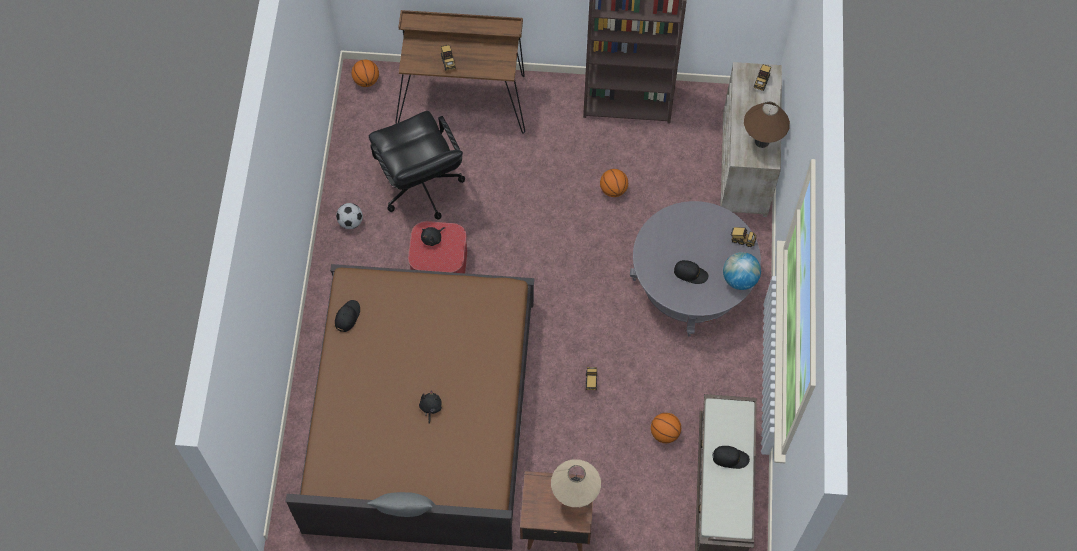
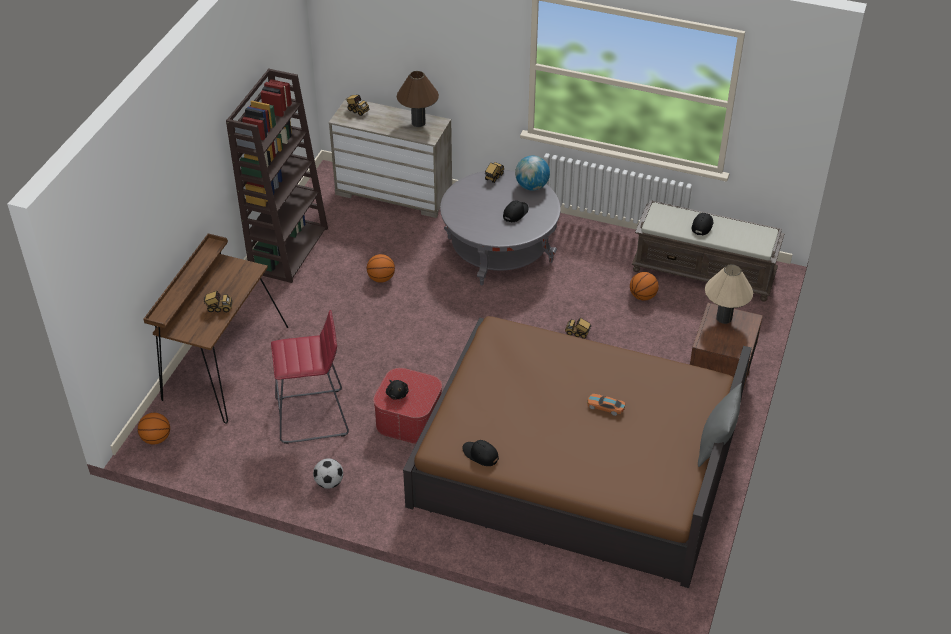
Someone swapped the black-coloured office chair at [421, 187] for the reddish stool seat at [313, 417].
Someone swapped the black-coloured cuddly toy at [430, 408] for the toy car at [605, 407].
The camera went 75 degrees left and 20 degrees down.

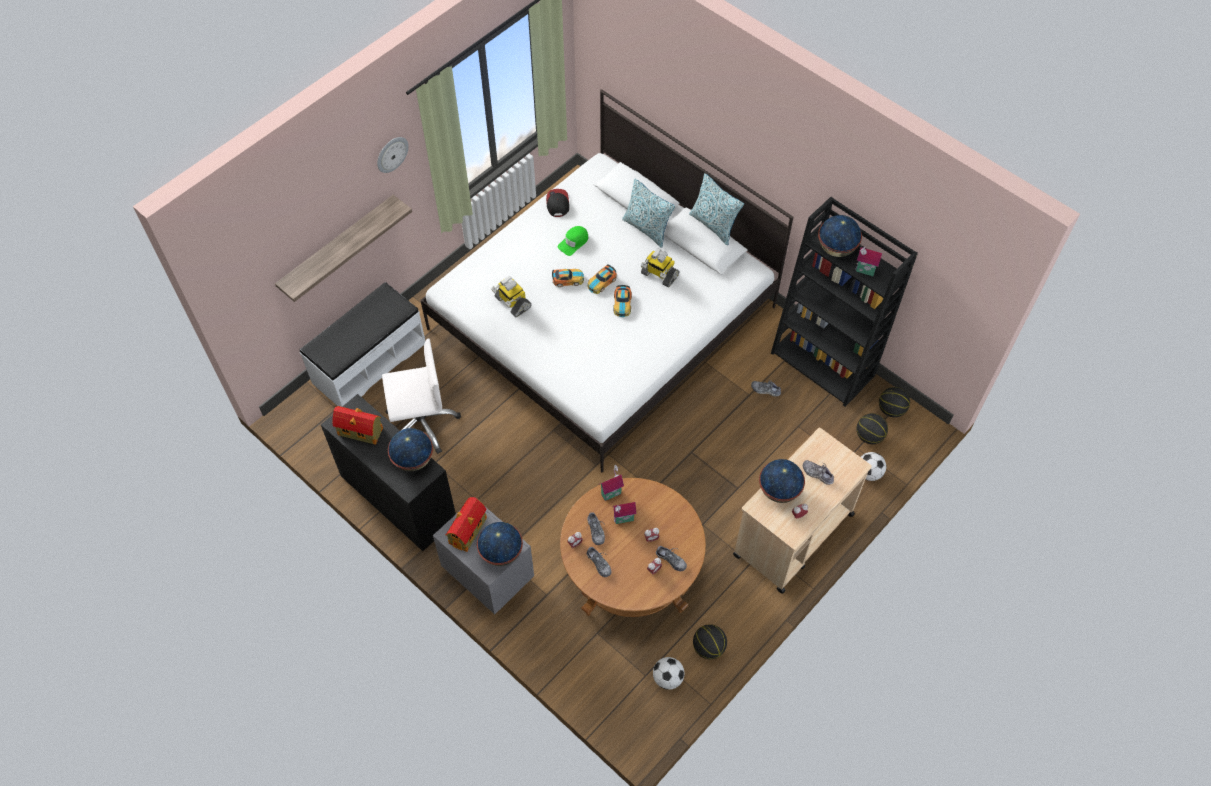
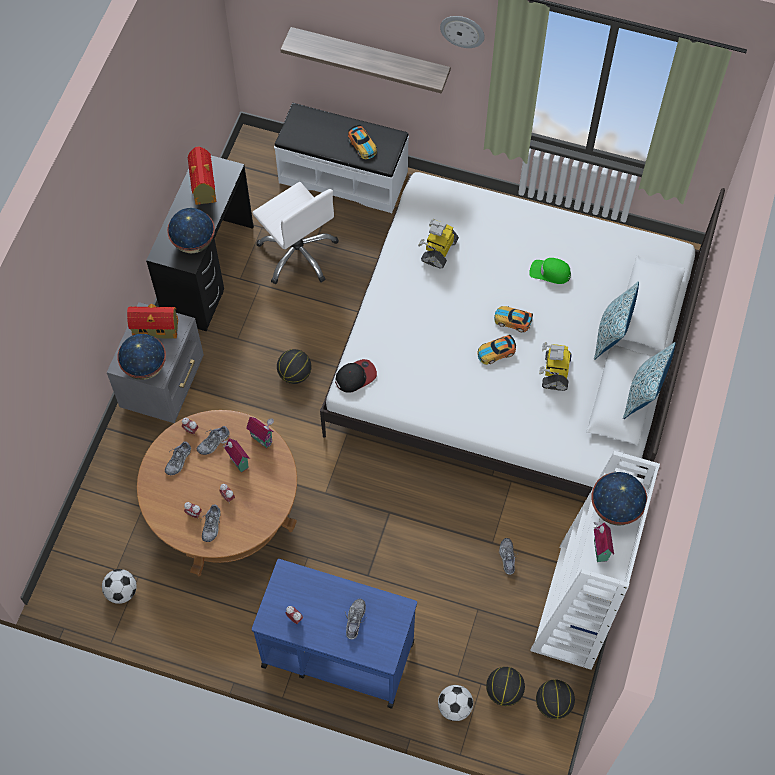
Someone carried the baseball cap from [557, 203] to [355, 376].
Someone carried the toy car from [568, 279] to [362, 145].
Someone carried the basketball ball from [708, 648] to [294, 374].
Someone repainted the beige trolley at [792, 535], which became the blue-coloured trolley at [337, 653].
Someone took away the desk globe at [779, 491].
Someone repainted the black-coloured shelving unit at [824, 364], which became the white shelving unit at [576, 607].
The camera went 65 degrees right and 5 degrees up.

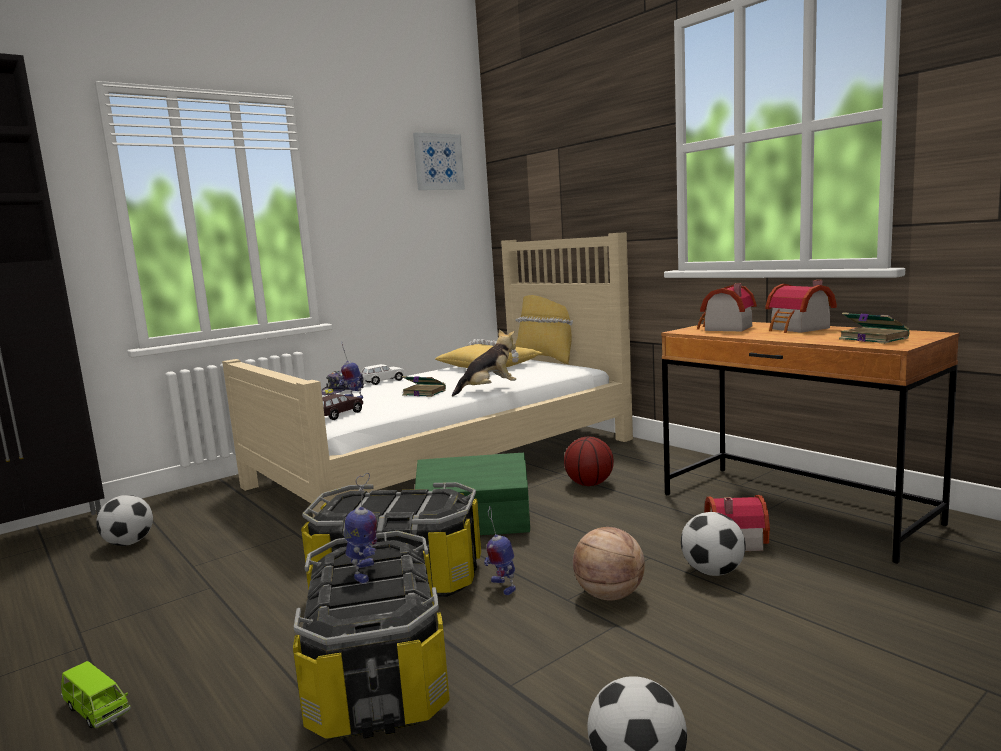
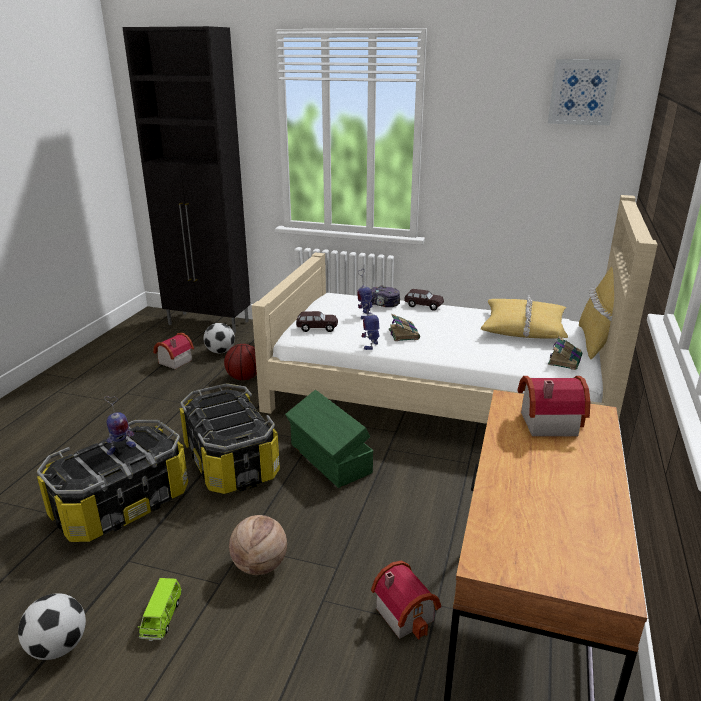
Someone carried the green toy car from [97, 710] to [162, 618].
Someone repainted the white toy car at [383, 381], which became the brownish toy car at [423, 305].
Someone took away the cuddly toy at [489, 390].
Someone carried the toy robot from [502, 586] to [371, 345].
Someone carried the basketball ball from [590, 484] to [244, 378].
Someone took away the football ball at [712, 572].
Someone carried the miniature house from [798, 329] to [173, 361].
Someone carried the bound book from [872, 338] to [565, 360].
The camera went 55 degrees right and 15 degrees up.

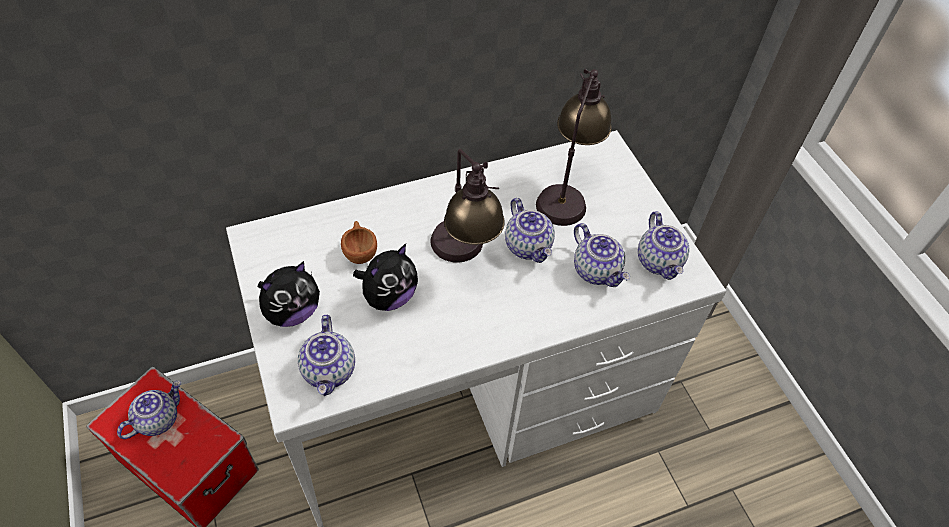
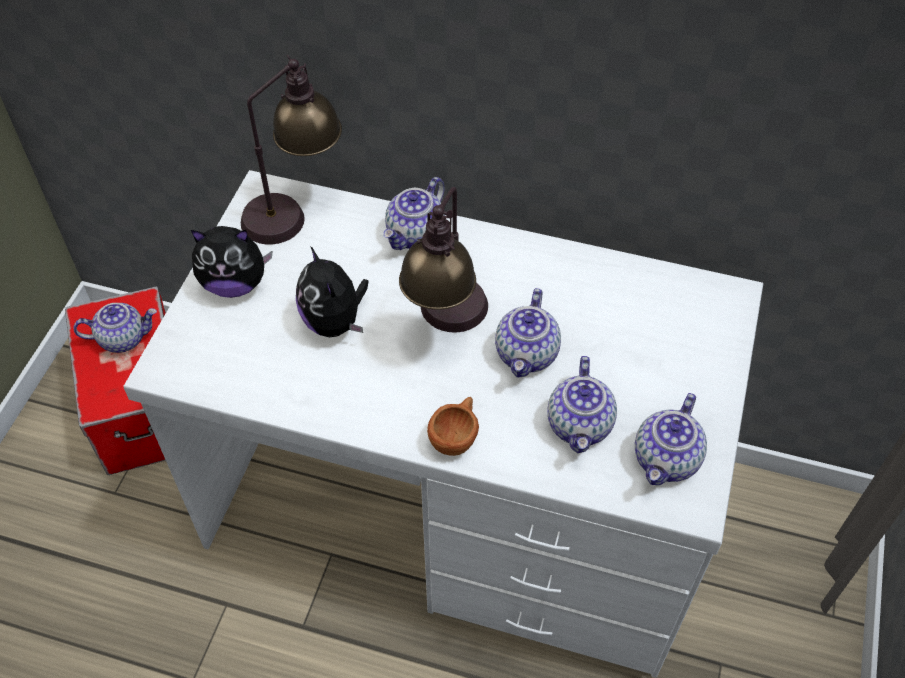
Someone carried the teapot from [330, 371] to [416, 235].
Someone carried the brownish cup from [360, 251] to [456, 436].
Someone rotated the cuddly toy at [389, 297] by 75 degrees clockwise.
Someone carried the table lamp from [566, 192] to [295, 211].
The camera went 40 degrees right and 0 degrees up.

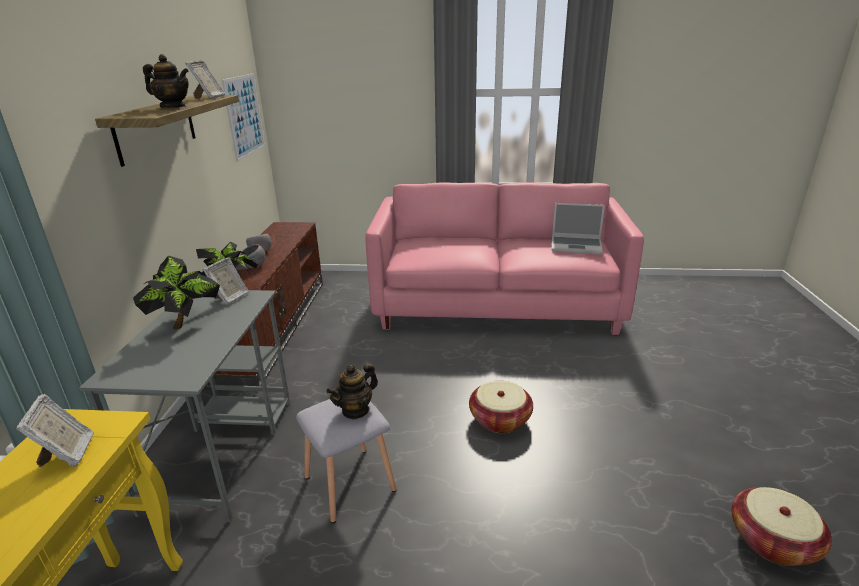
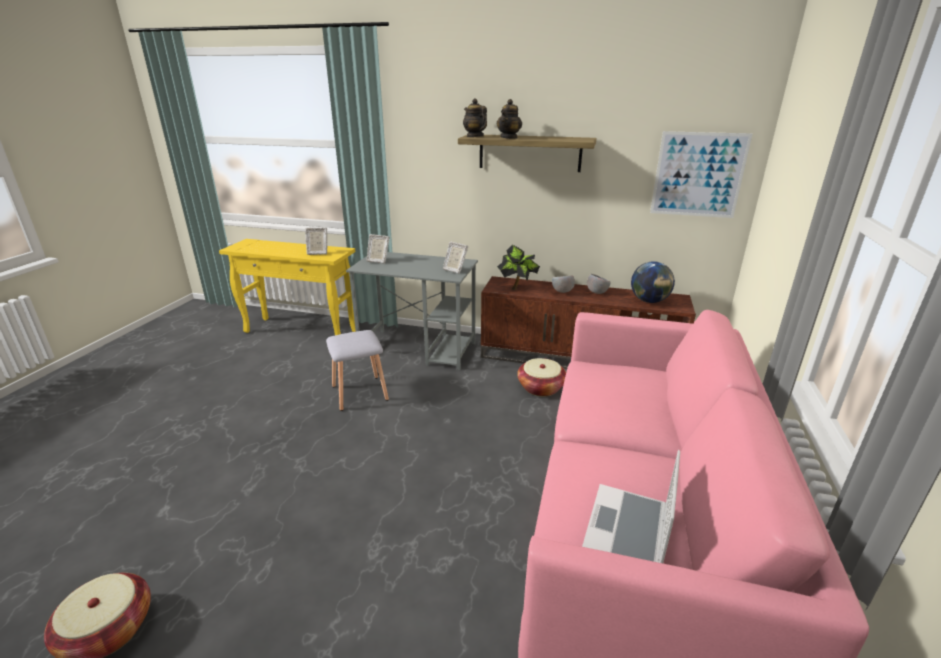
Someone took away the plant in a pot at [185, 323].
Someone carried the photo frame from [209, 97] to [378, 261].
Someone carried the teapot from [355, 410] to [474, 136].
Someone carried the household basket from [500, 419] to [541, 388].
Someone put down the desk globe at [649, 301].
The camera went 100 degrees right and 0 degrees up.

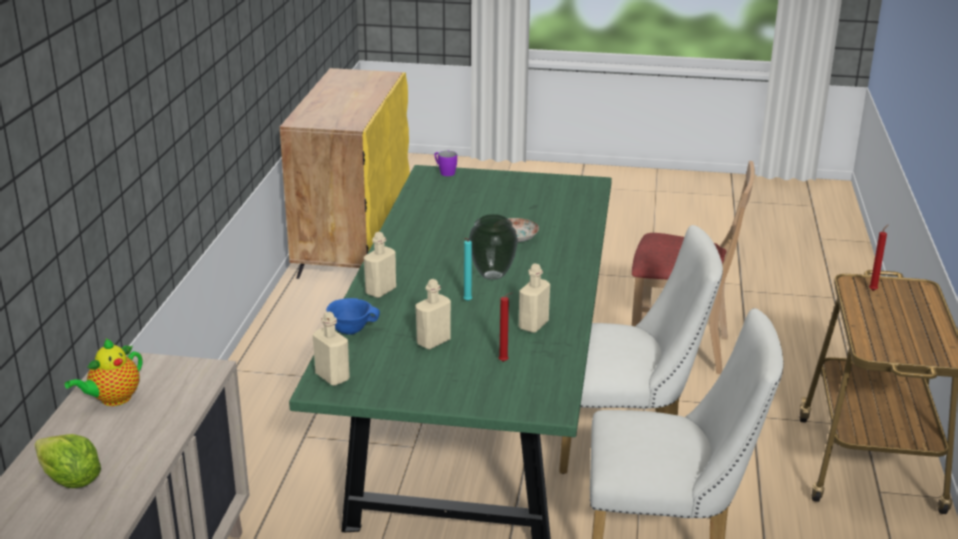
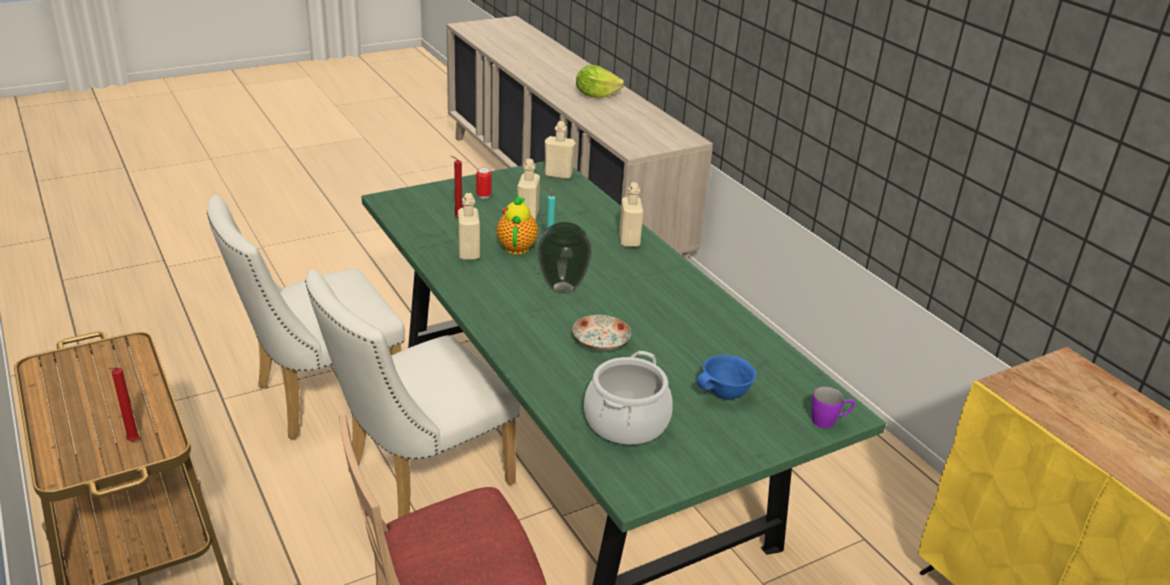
Someone carried the teapot from [113, 399] to [517, 246].
Someone carried the blue-coloured serving bowl from [351, 330] to [724, 394].
Someone put down the can at [483, 195].
Someone put down the cooking pot at [626, 422].
The camera went 140 degrees right and 5 degrees up.

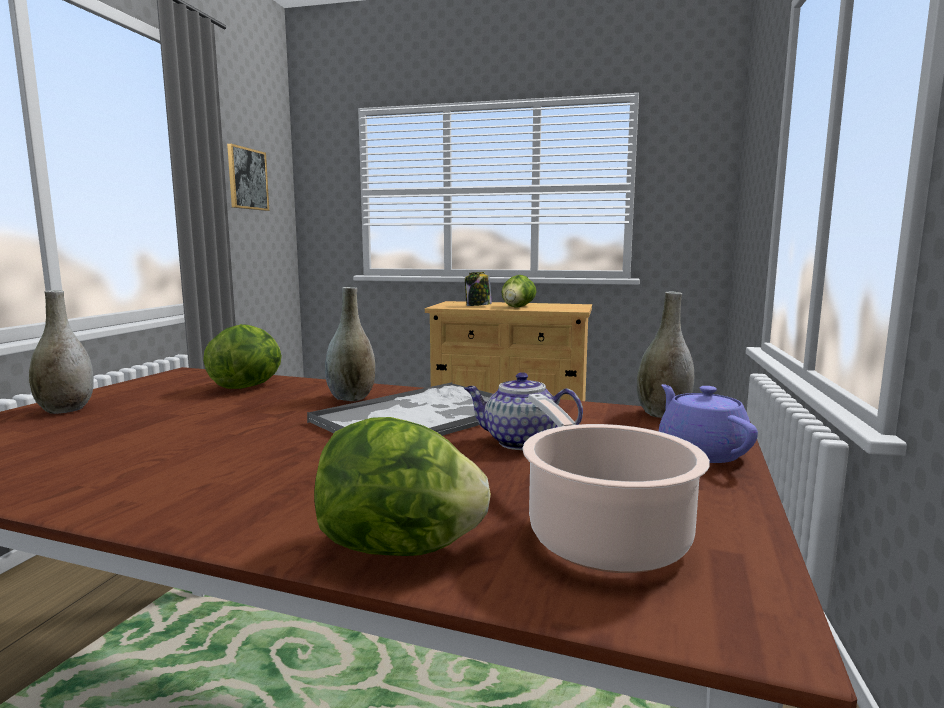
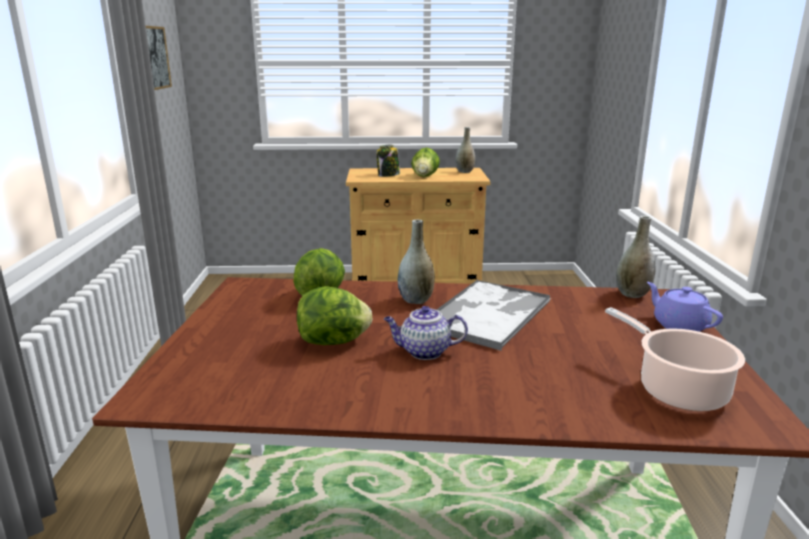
Someone carried the greyish flower vase from [66, 410] to [464, 172].
Someone carried the head of lettuce from [400, 549] to [334, 342].
Someone carried the teapot from [519, 442] to [424, 352].
The camera went 15 degrees left and 10 degrees up.

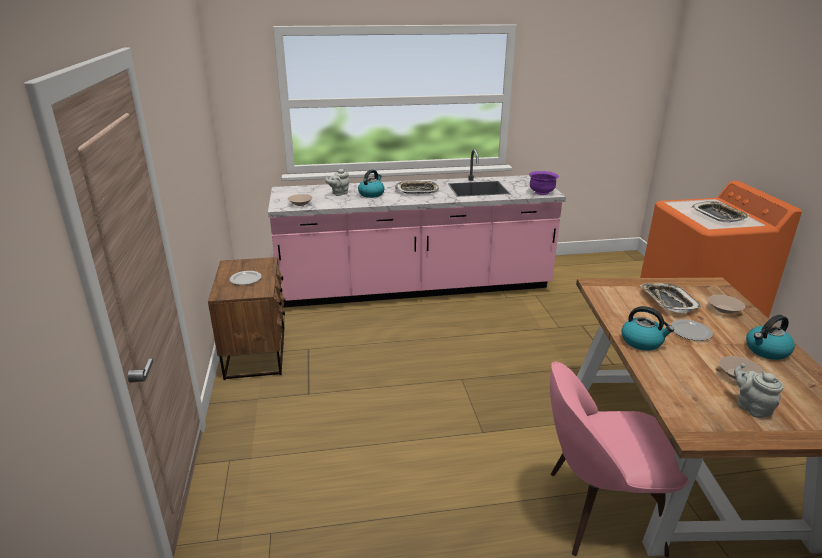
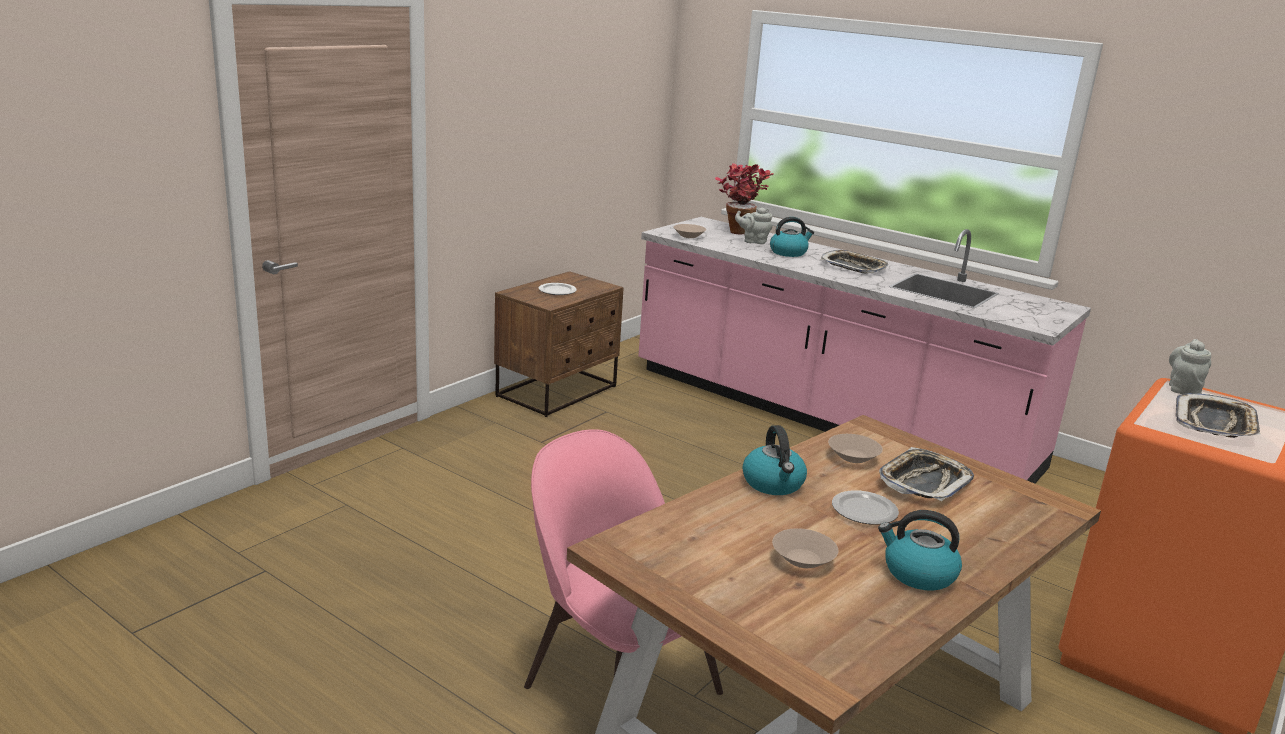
Someone took away the purple serving bowl at [541, 193].
Someone carried the beige serving bowl from [724, 310] to [853, 458].
Someone carried the greyish teapot from [751, 407] to [1183, 389].
Someone put down the plant in a pot at [738, 230].
The camera went 45 degrees right and 5 degrees down.

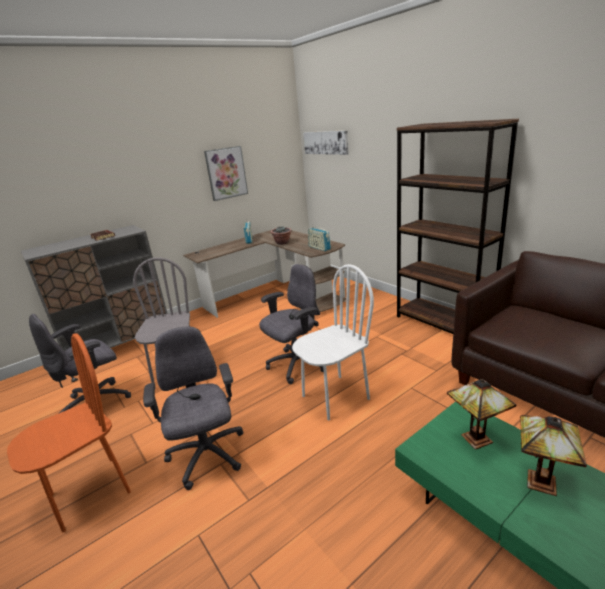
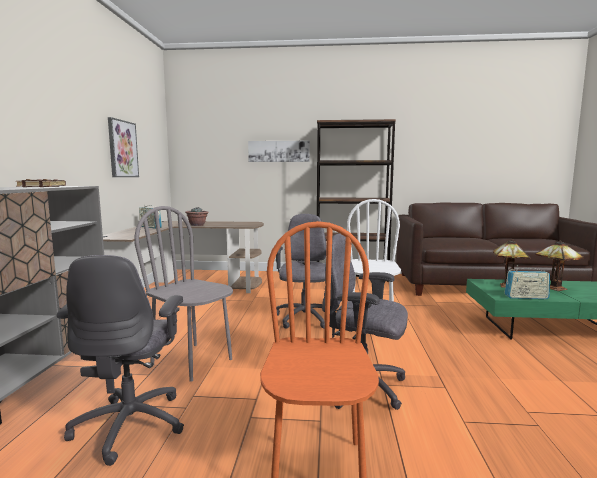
Someone carried the wall art from [326, 142] to [279, 151].
Someone carried the radio from [319, 248] to [526, 297].
The camera went 50 degrees left and 15 degrees down.

